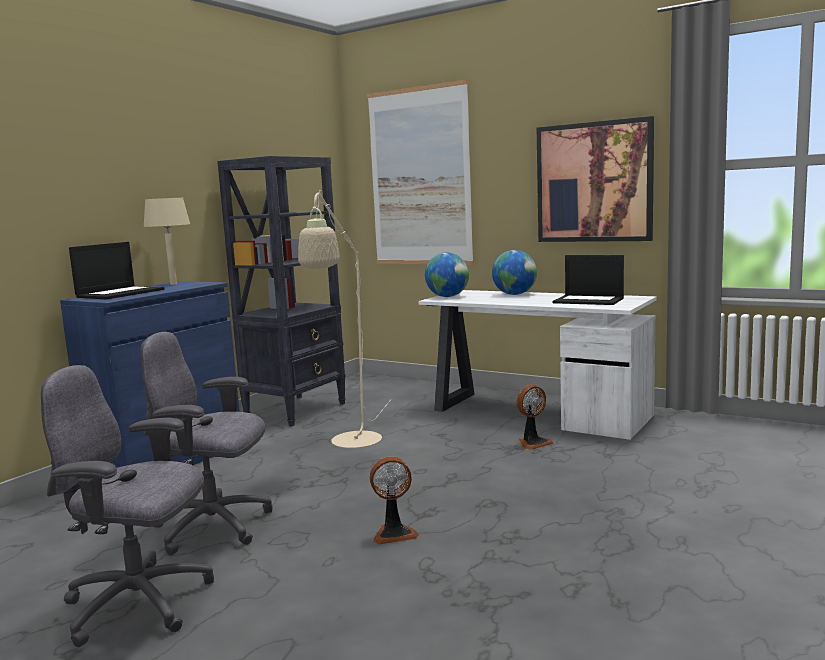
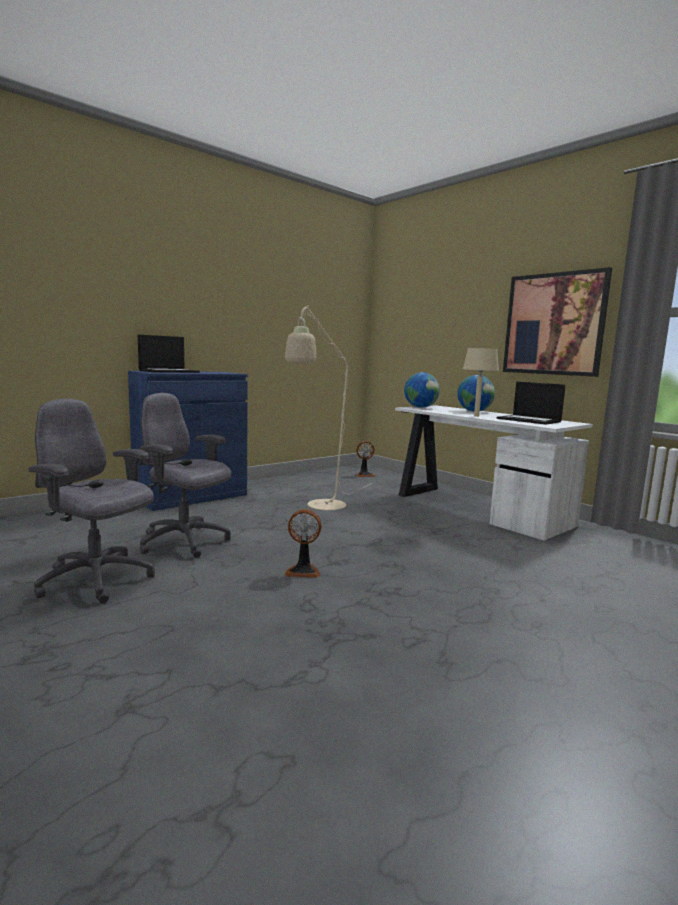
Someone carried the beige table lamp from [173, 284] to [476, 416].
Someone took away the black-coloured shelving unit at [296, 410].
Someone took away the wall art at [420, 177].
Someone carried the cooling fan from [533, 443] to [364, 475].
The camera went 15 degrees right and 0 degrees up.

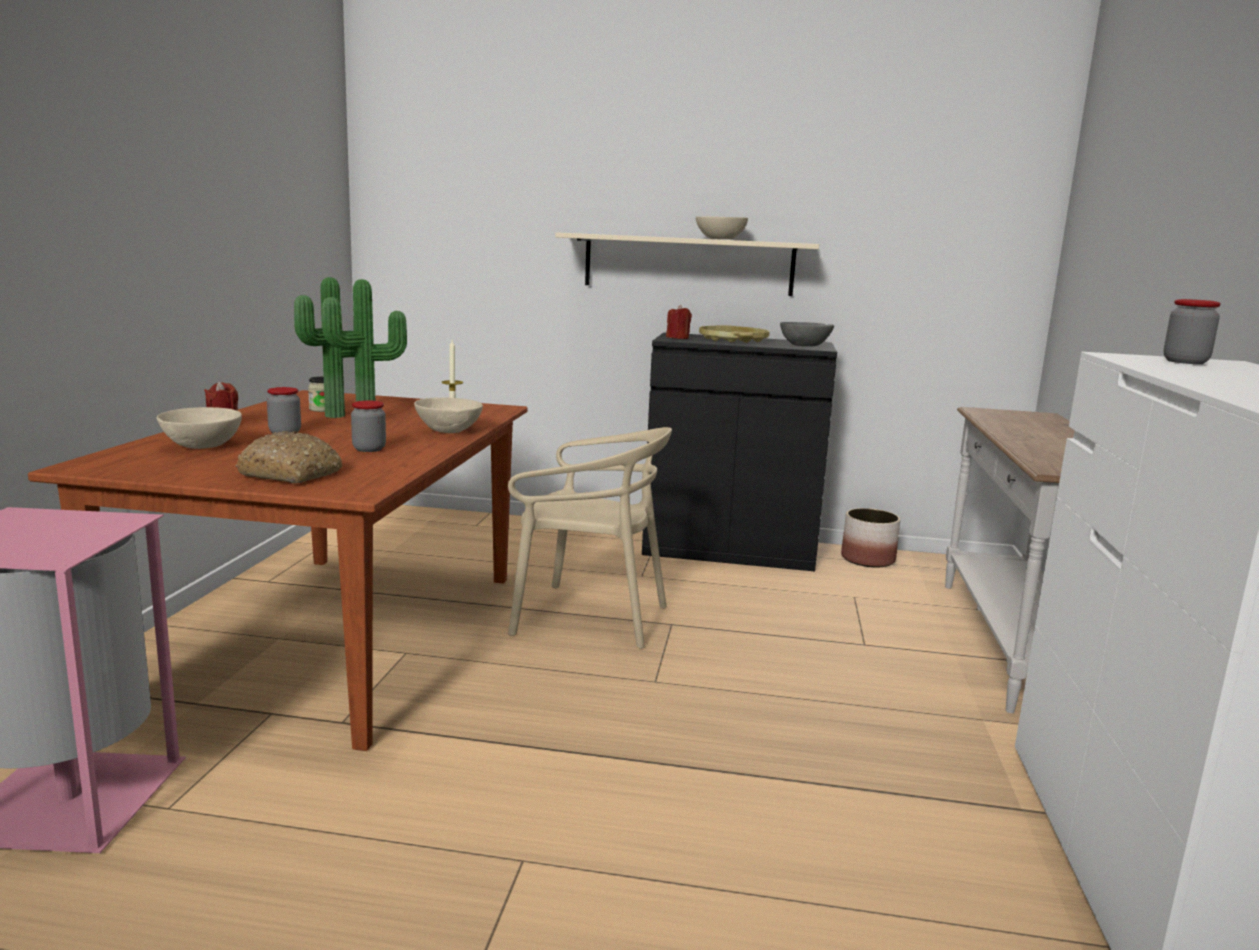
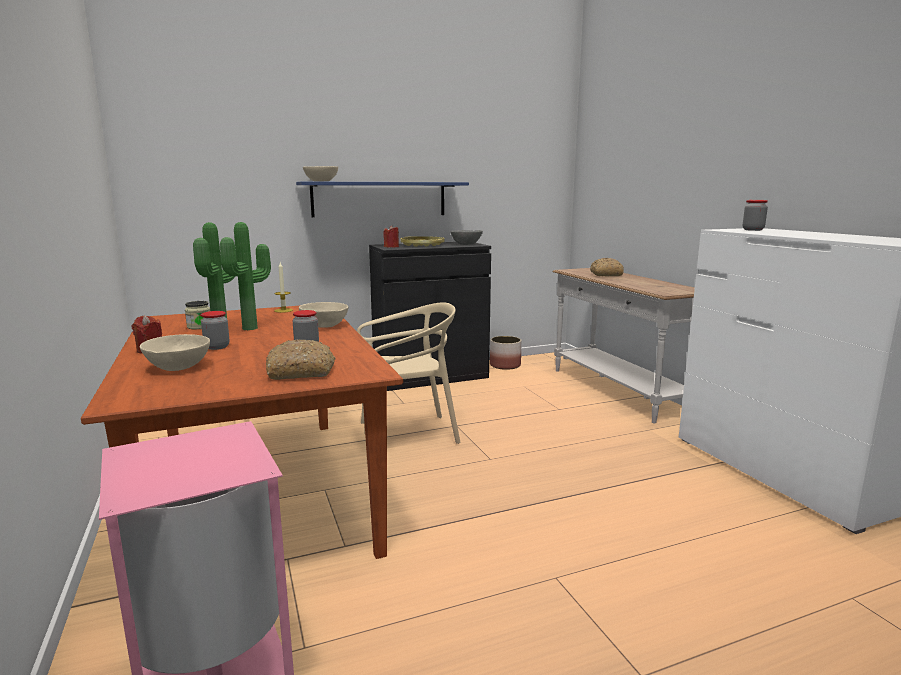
Someone repainted the beige wall shelf at [688, 264], which became the blue-coloured wall shelf at [379, 199].
Someone carried the beige serving bowl from [720, 239] to [321, 181].
Someone put down the bakery bread at [605, 274].
The camera went 30 degrees left and 0 degrees up.

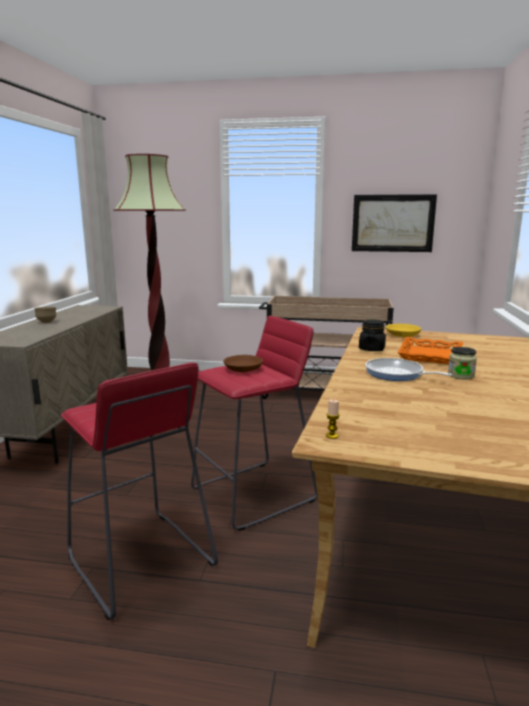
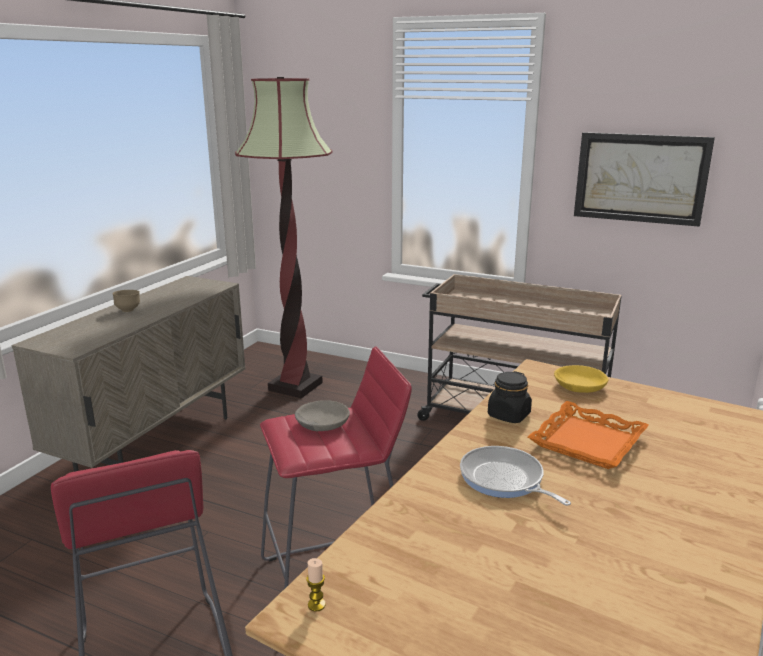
Someone repainted the brownish serving bowl at [242, 369], which became the greyish serving bowl at [321, 423].
Someone took away the storage jar at [460, 375].
The camera went 15 degrees right and 5 degrees up.

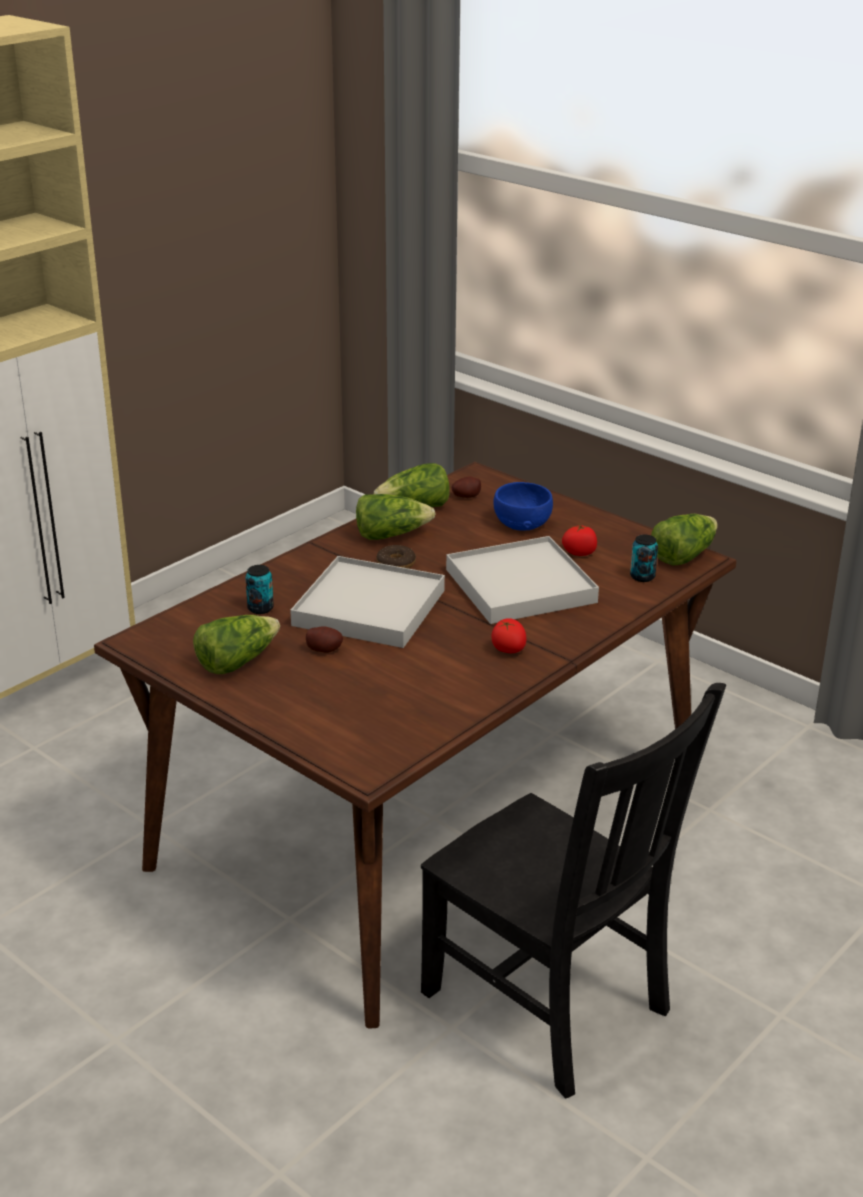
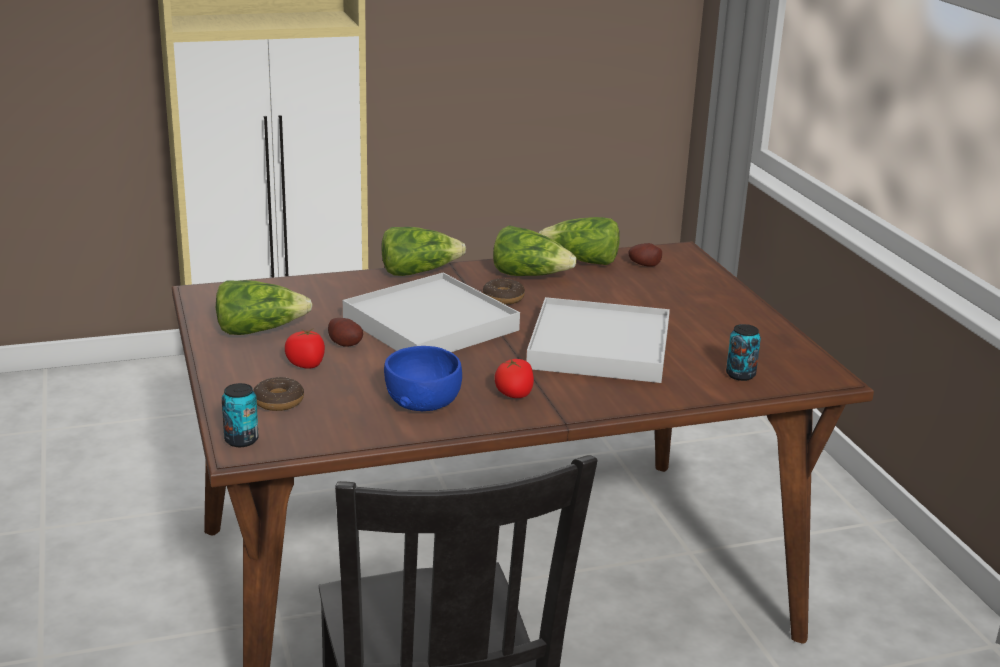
Someone carried the can from [260, 608] to [241, 440].
Someone carried the blue-coloured serving bowl from [521, 523] to [422, 401].
Someone carried the tomato from [579, 553] to [306, 364].
Someone carried the head of lettuce from [683, 555] to [418, 272].
Someone put down the doughnut at [278, 401].
The camera went 30 degrees right and 5 degrees down.

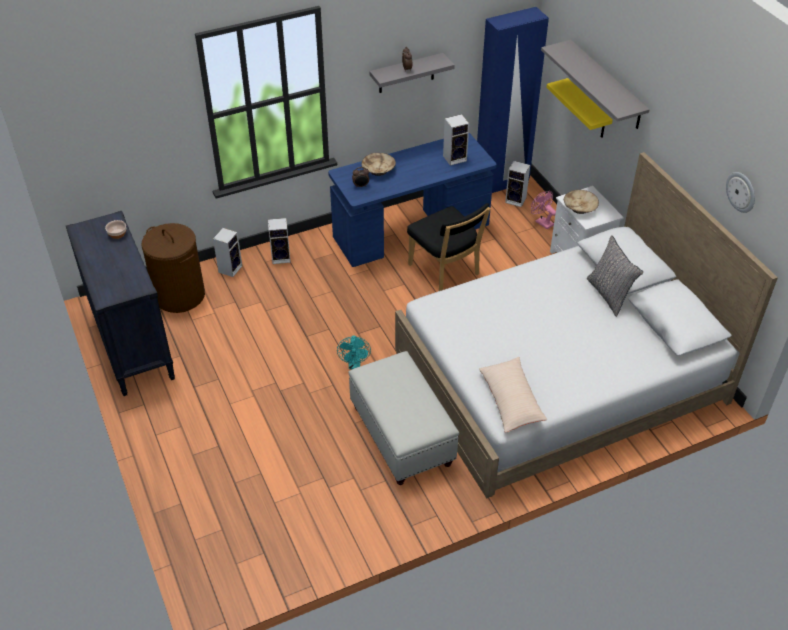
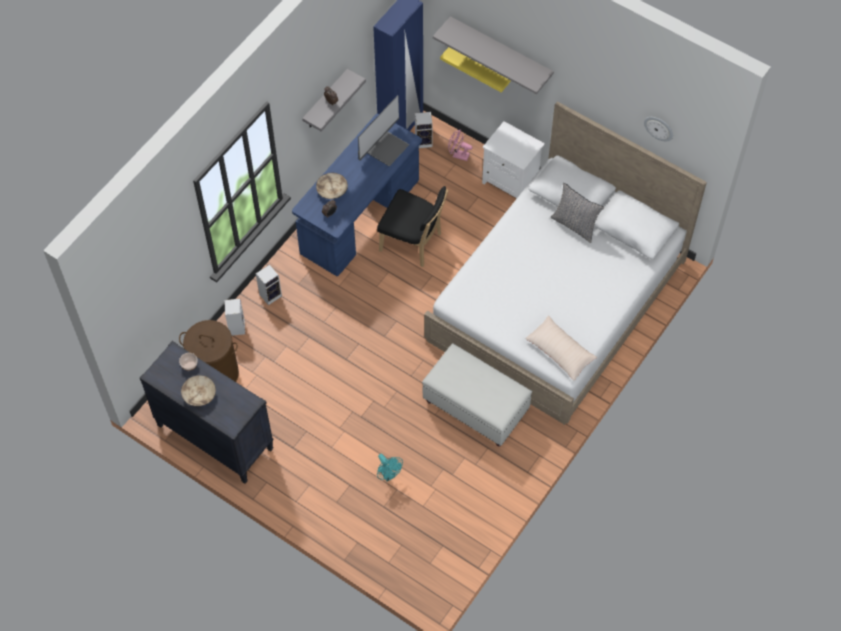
Someone carried the blue-green cooling fan from [354, 365] to [388, 475].
Someone swapped the loudspeaker at [455, 158] for the computer screen at [385, 147].
Someone carried the beige serving bowl from [579, 208] to [199, 395].
The camera went 30 degrees left and 15 degrees up.

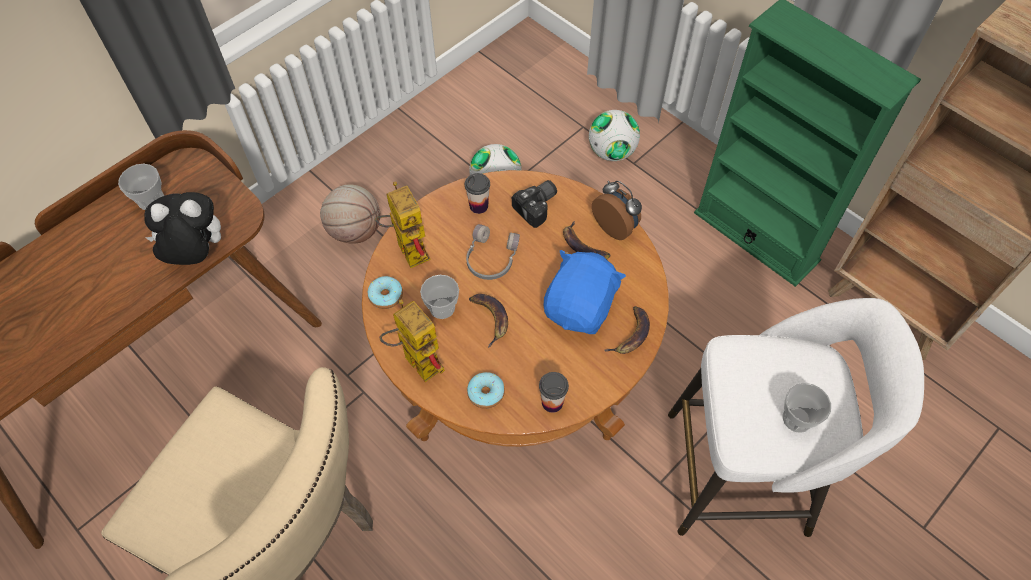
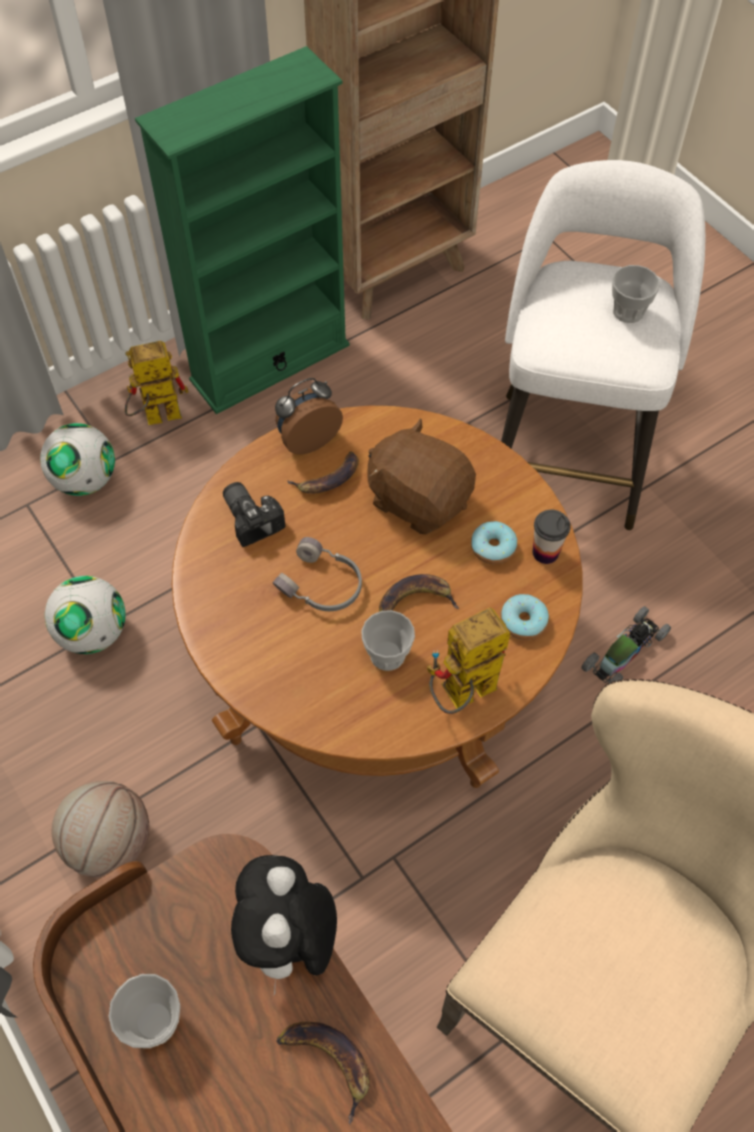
Someone carried the doughnut from [386, 296] to [493, 548].
Someone carried the toy robot from [407, 247] to [155, 418].
Someone took away the cup at [478, 206].
Someone repainted the blue-coloured cuddly toy at [581, 307], which became the brownish cuddly toy at [418, 498].
Someone carried the whole banana from [631, 334] to [328, 1062].
Someone put down the toy car at [625, 652].
The camera went 80 degrees left and 0 degrees up.

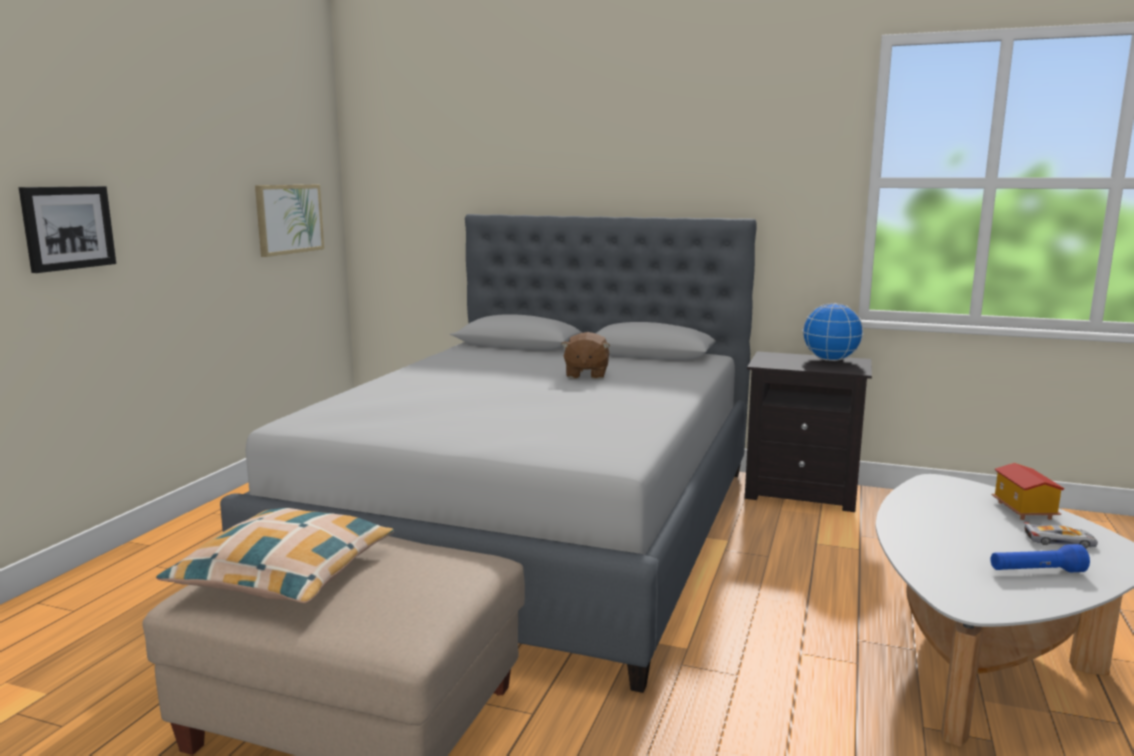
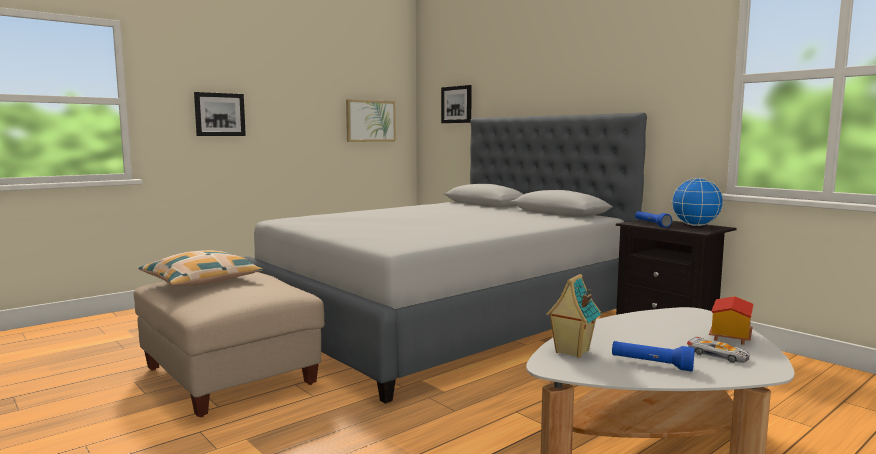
Someone took away the brownish cuddly toy at [586, 374].
Someone put up the wall art at [457, 104].
Someone put down the miniature house at [571, 352].
Someone put down the blue-coloured torch at [651, 224].
The camera went 30 degrees right and 5 degrees down.

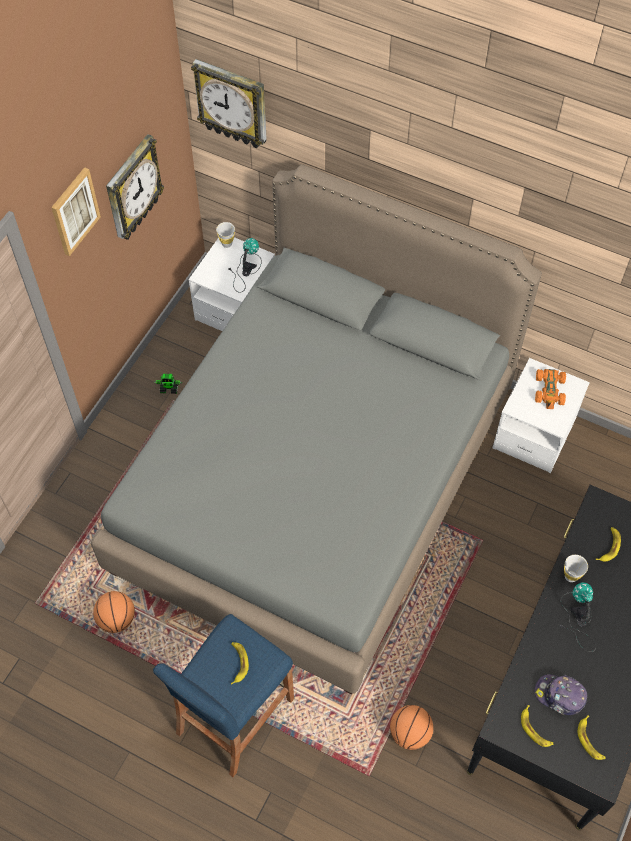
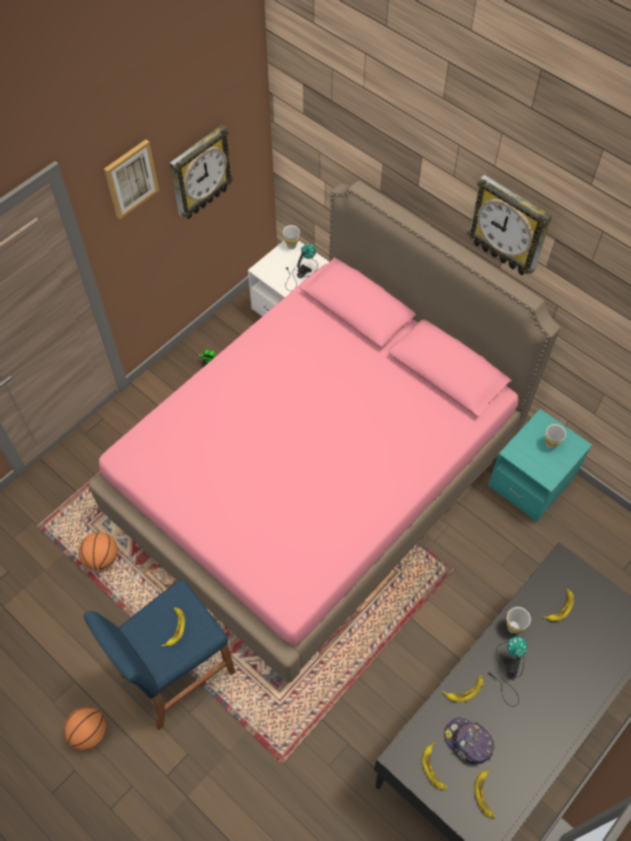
Someone repainted the greyish bedroom bed at [315, 479], which became the pink-coloured bedroom bed at [315, 475].
Someone carried the wall clock from [232, 104] to [509, 226].
Someone carried the basketball ball from [410, 733] to [89, 732].
Someone repainted the white night table at [534, 434], which became the blue-green night table at [531, 482].
Someone swapped the orangey toy car at [549, 391] for the white cup at [550, 444].
Someone put down the whole banana at [465, 689].
The camera went 15 degrees right and 0 degrees up.

